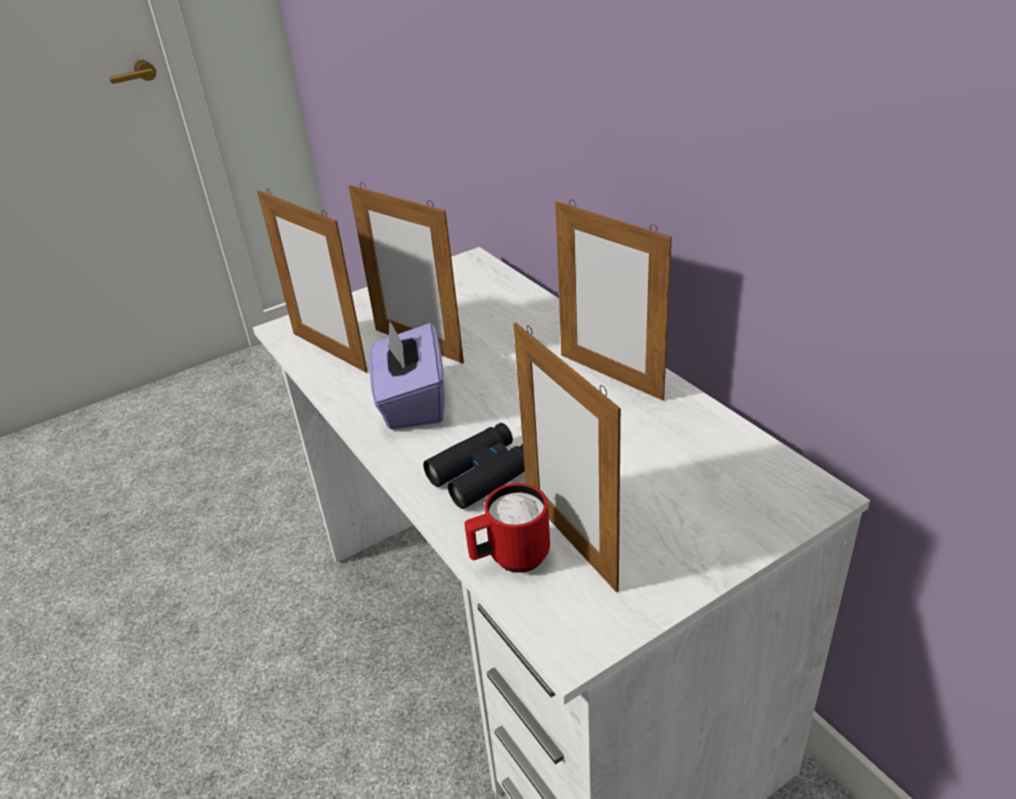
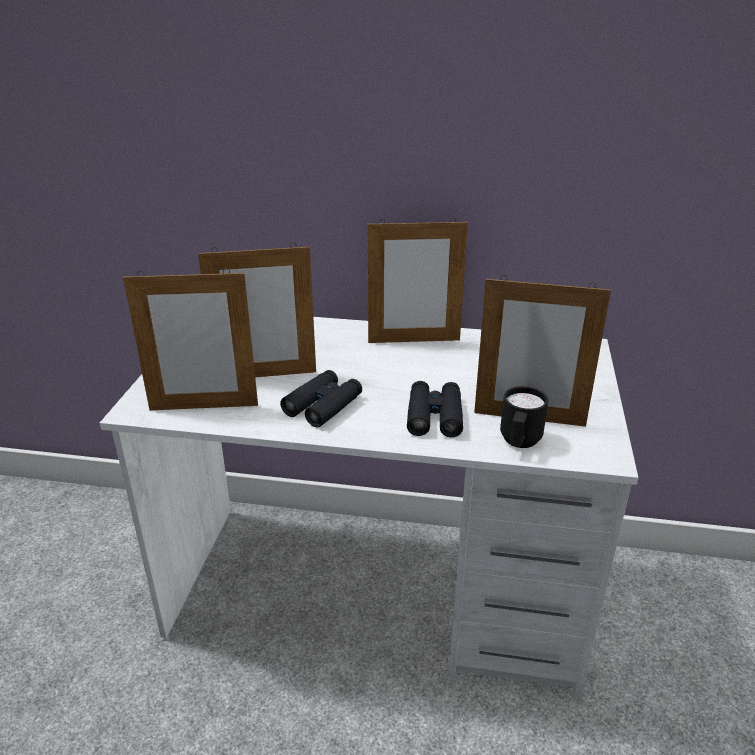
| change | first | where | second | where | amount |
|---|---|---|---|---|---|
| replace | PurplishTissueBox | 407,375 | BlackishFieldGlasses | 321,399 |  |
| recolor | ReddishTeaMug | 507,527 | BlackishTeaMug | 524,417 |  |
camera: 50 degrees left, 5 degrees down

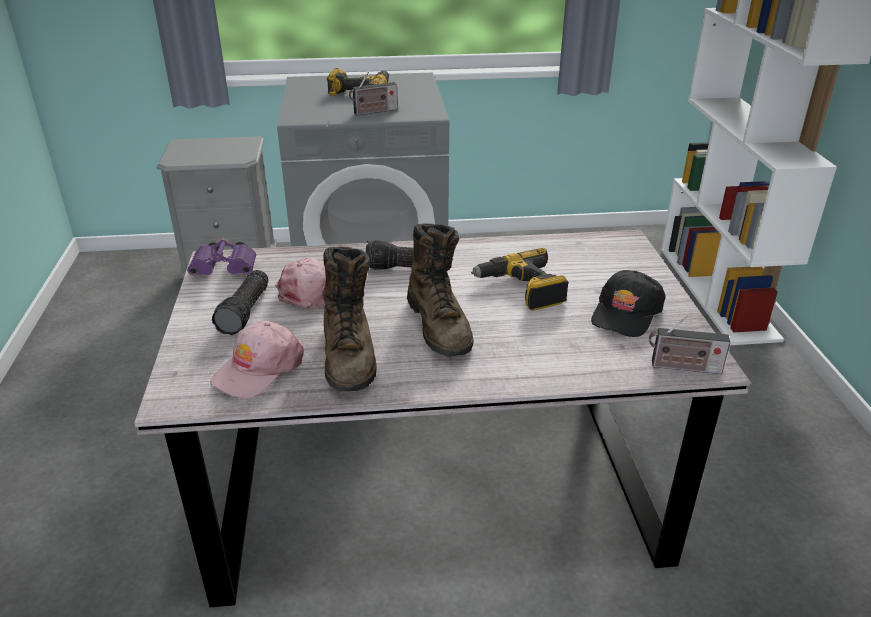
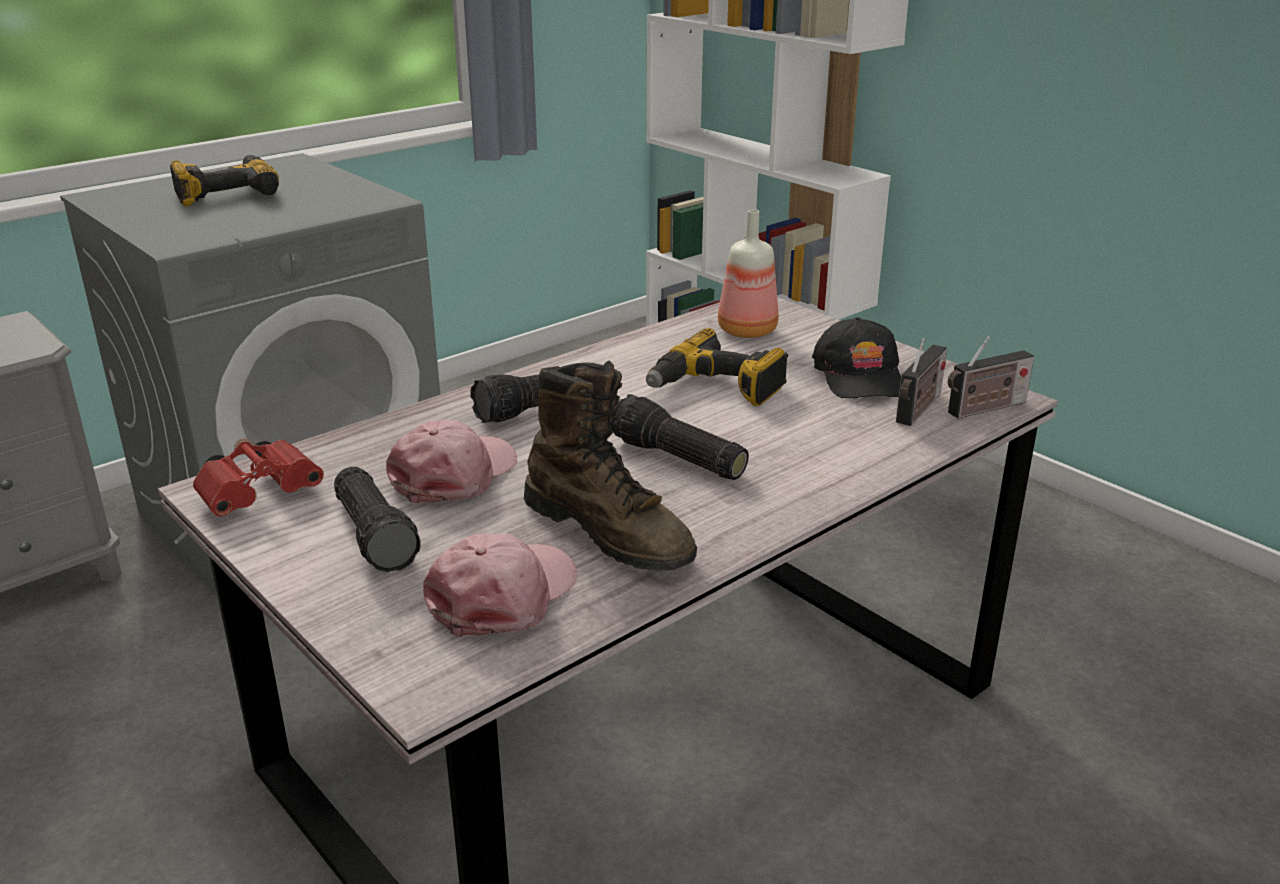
| change | first | where | second | where | amount |
|---|---|---|---|---|---|
| recolor | PurplishFieldGlasses | 221,257 | ReddishFieldGlasses | 258,477 |  |
| rotate | PinkColouredPeakedCap | 257,360 |  | 500,585 | 150 degrees counterclockwise |
| move | Radio | 373,93 |  | 921,382 |  |
| replace | BrownColouredTallBoot | 440,290 | Flashlight | 680,437 |  |
| insert |  |  | DrinkBottle | 748,273 |  |
camera: 35 degrees left, 5 degrees down

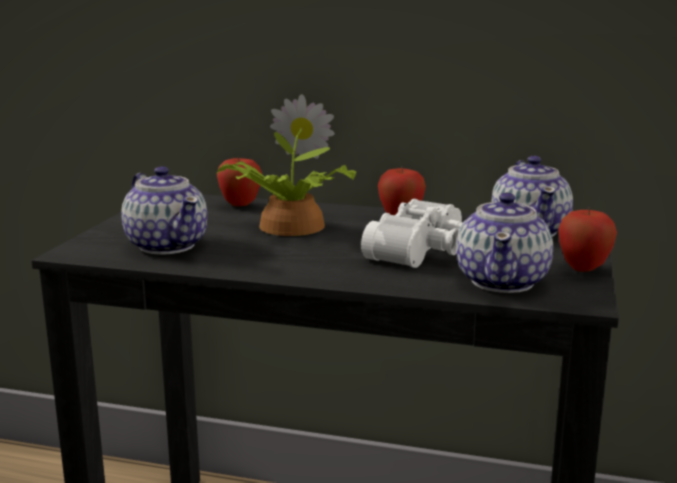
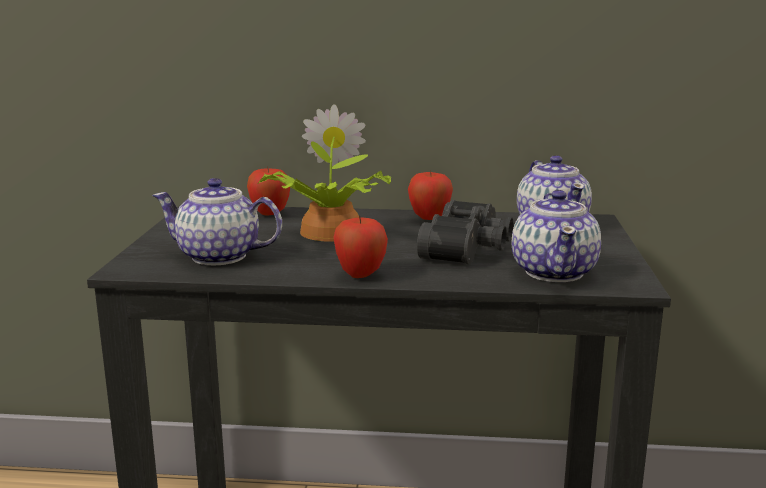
| change | first | where | second | where | amount |
|---|---|---|---|---|---|
| rotate | TeaPot | 164,210 |  | 217,221 | 150 degrees clockwise |
| recolor | WhiteFieldGlasses | 411,233 | BlackishFieldGlasses | 465,232 |  |
| move | Apple | 587,239 |  | 360,247 |  |
camera: 10 degrees left, 0 degrees up

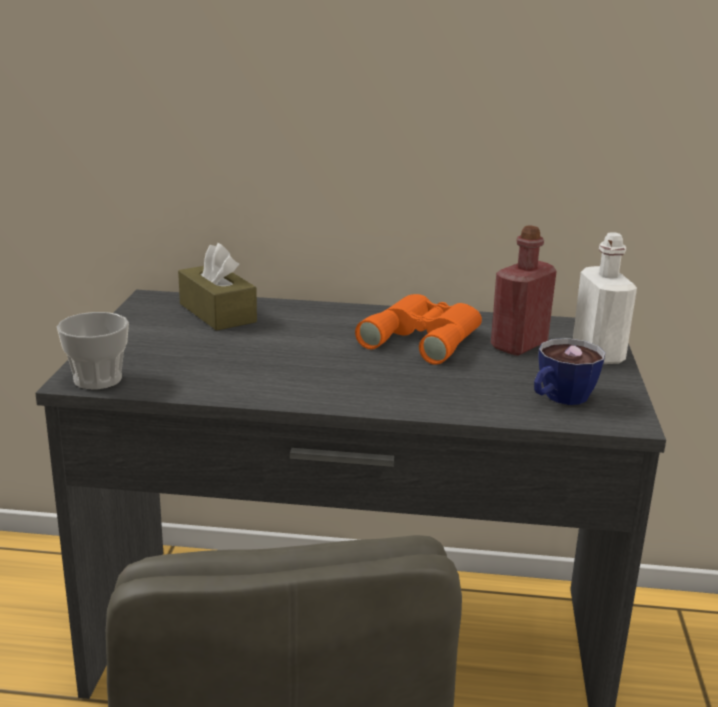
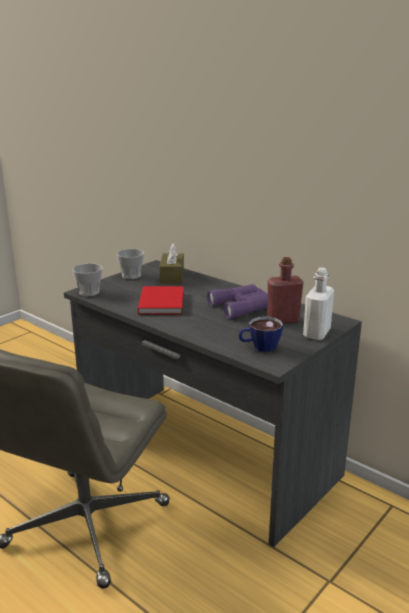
| change | first | where | second | where | amount |
|---|---|---|---|---|---|
| recolor | OrangeyFieldGlasses | 418,329 | PurplishFieldGlasses | 237,301 |  |
| insert |  |  | SmallCup | 130,264 |  |
| insert |  |  | ReddishBook | 161,300 |  |
camera: 35 degrees right, 0 degrees up

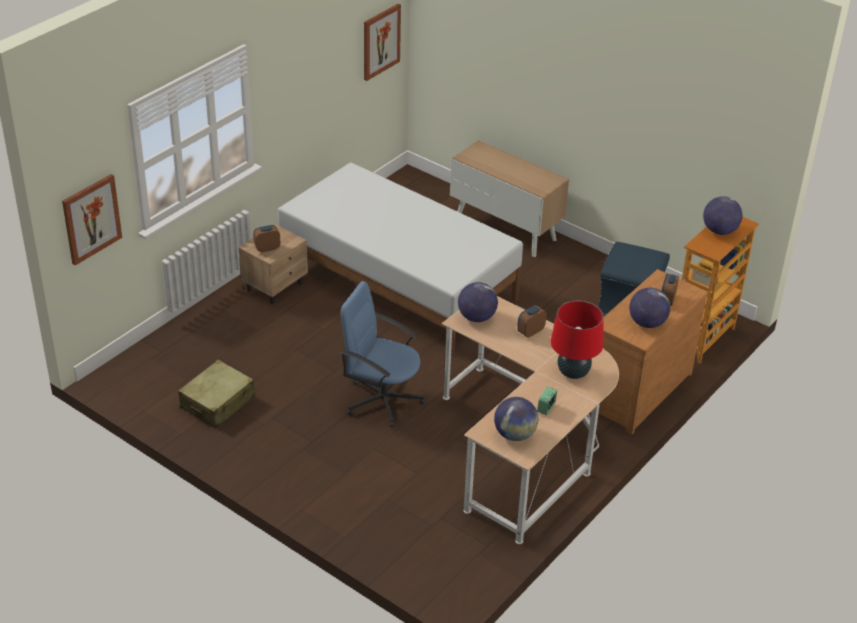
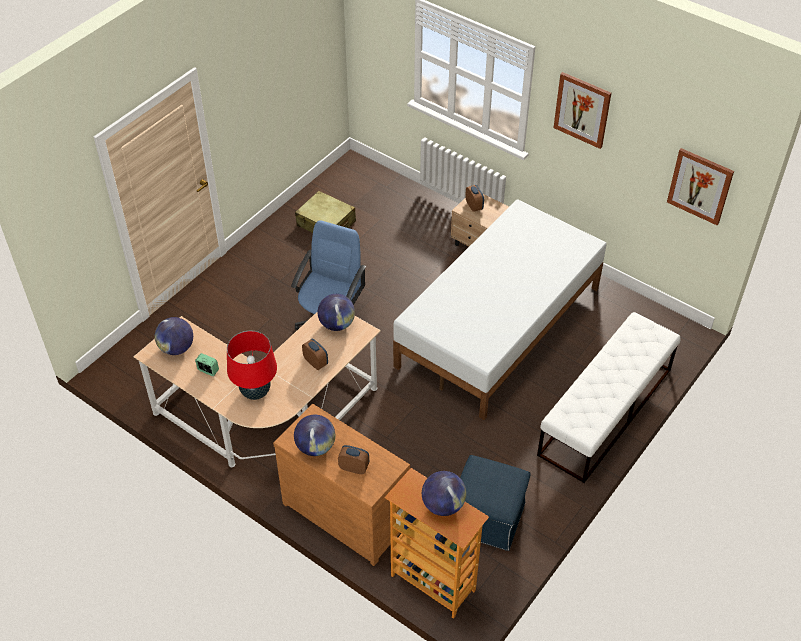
| change | first | where | second | where | amount |
|---|---|---|---|---|---|
| move | WallArt | 92,219 |  | 583,110 |  |
| replace | StorageCabinet | 509,198 | WhiteIndoorBench | 608,397 |  |
camera: 90 degrees right, 10 degrees up

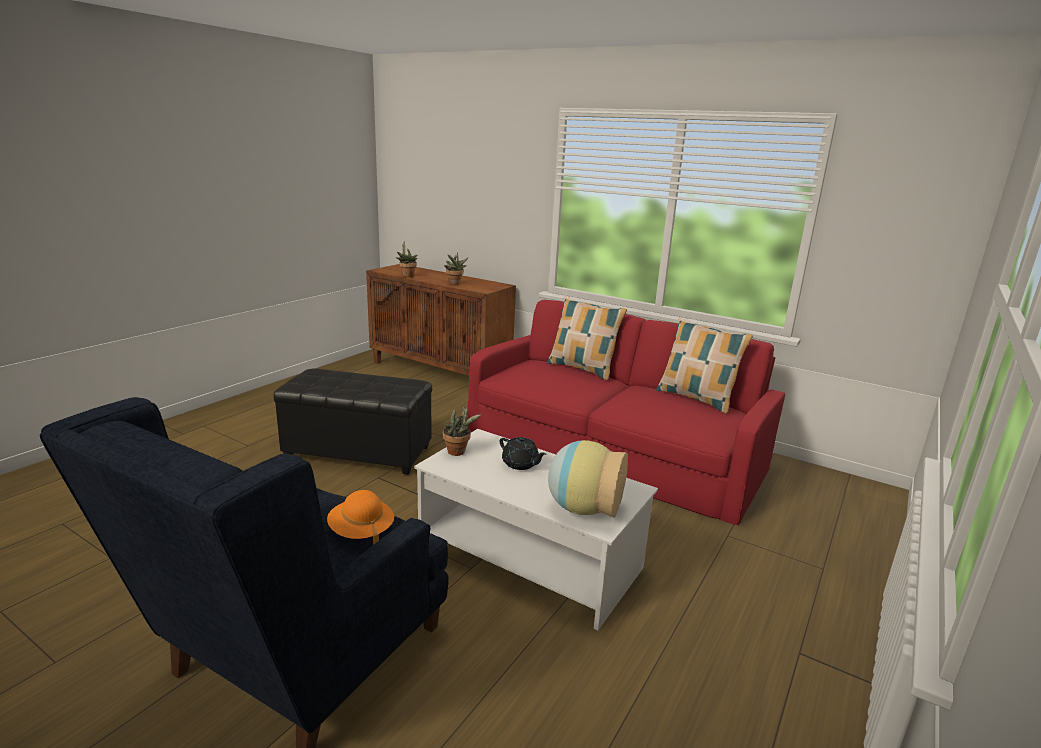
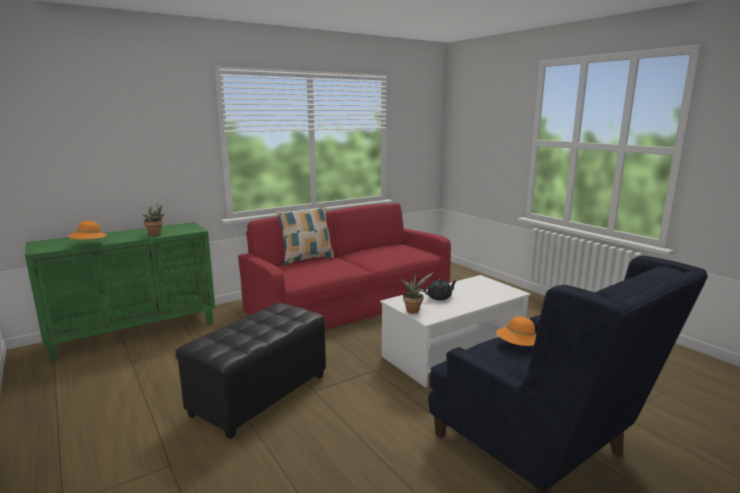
| change | first | where | second | where | amount |
|---|---|---|---|---|---|
| recolor | BrownColouredStorageCabinet | 441,320 | GreenColouredStorageCabinet | 120,291 |  |
| replace | PlantInAPot | 406,259 | OrangeyHat | 88,230 |  |
| delete | FlowerVase | 588,479 |  |  |  |
| delete | ThrowPillow | 704,365 |  |  |  |
camera: 65 degrees left, 5 degrees down

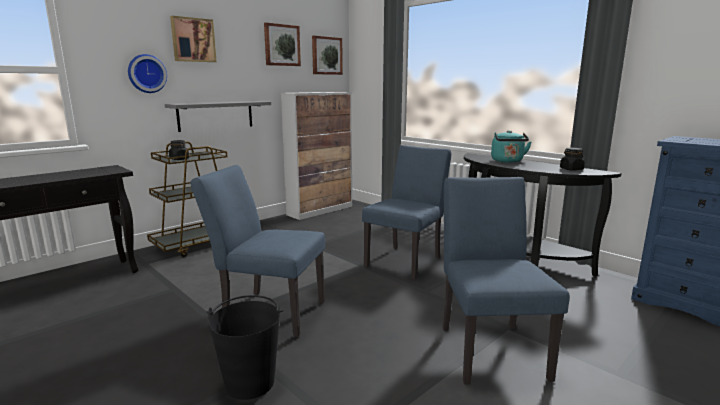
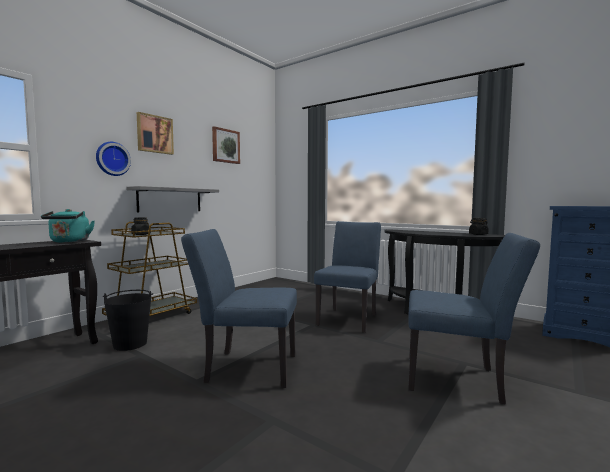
| change | first | where | second | where | amount |
|---|---|---|---|---|---|
| move | BlackishBucket | 245,347 |  | 128,320 |  |
| delete | StorageCabinet | 316,156 |  |  |  |
| delete | WallArt | 327,55 |  |  |  |
| rotate | BluePlainChair | 505,281 |  | 474,318 | 120 degrees clockwise |
| move | TurquoiseKettle | 511,146 |  | 68,226 |  |
camera: 10 degrees left, 10 degrees down

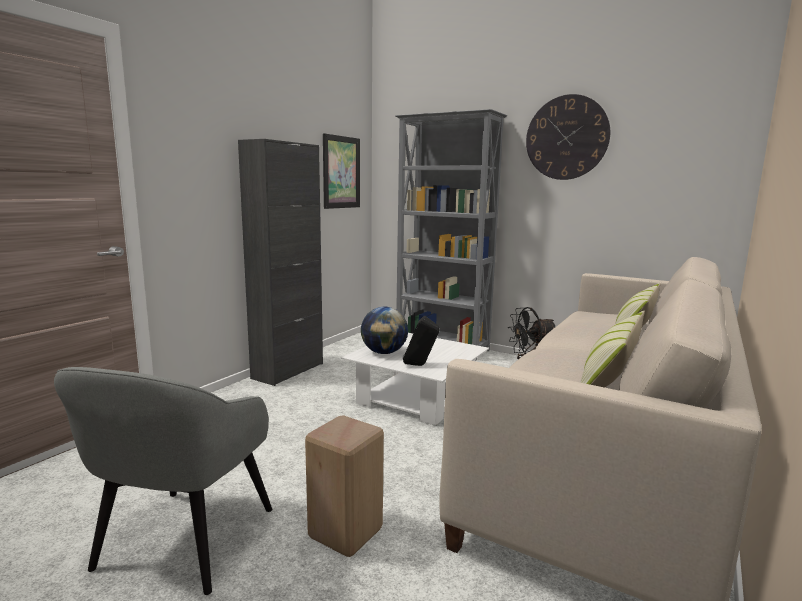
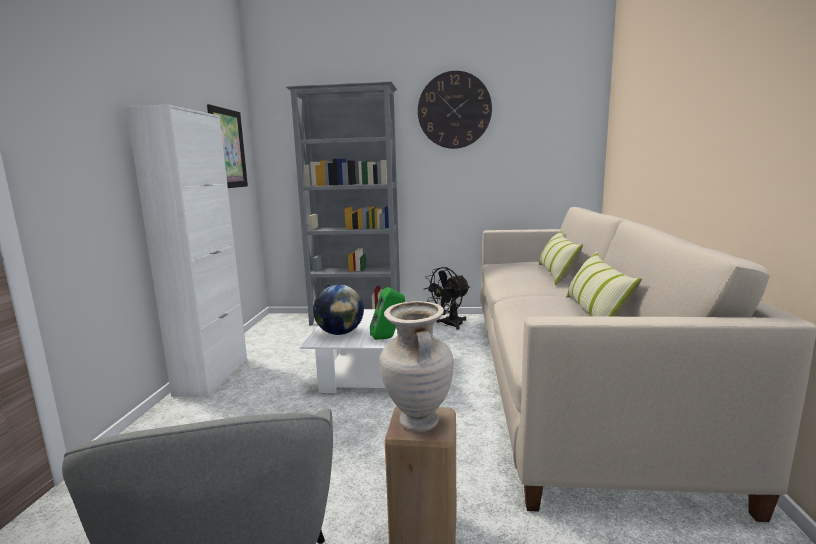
| change | first | where | second | where | amount |
|---|---|---|---|---|---|
| recolor | BlackishStorageCabinet | 280,262 | WhiteStorageCabinet | 186,251 |  |
| recolor | BlackishLoudspeaker | 421,341 | GreenColouredLoudspeaker | 387,313 |  |
| insert |  |  | BeigeColouredFlowerVase | 416,366 |  |
camera: 25 degrees left, 0 degrees up

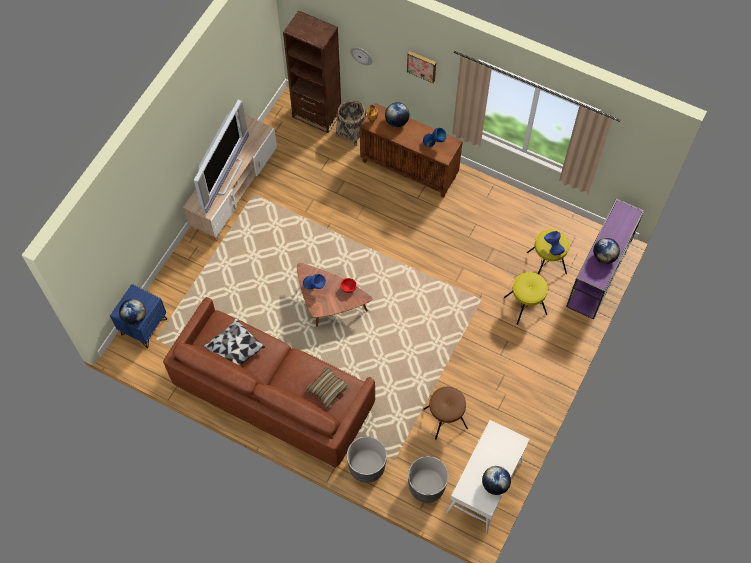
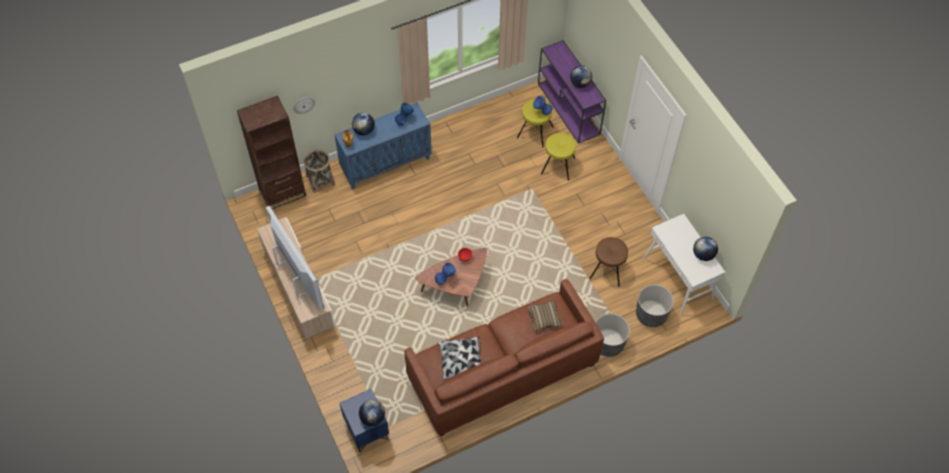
| change | first | where | second | where | amount |
|---|---|---|---|---|---|
| recolor | BrownColouredStorageCabinet | 411,150 | BlueStorageCabinet | 383,146 |  |
| delete | WallArt | 421,67 |  |  |  |
camera: 55 degrees left, 5 degrees down

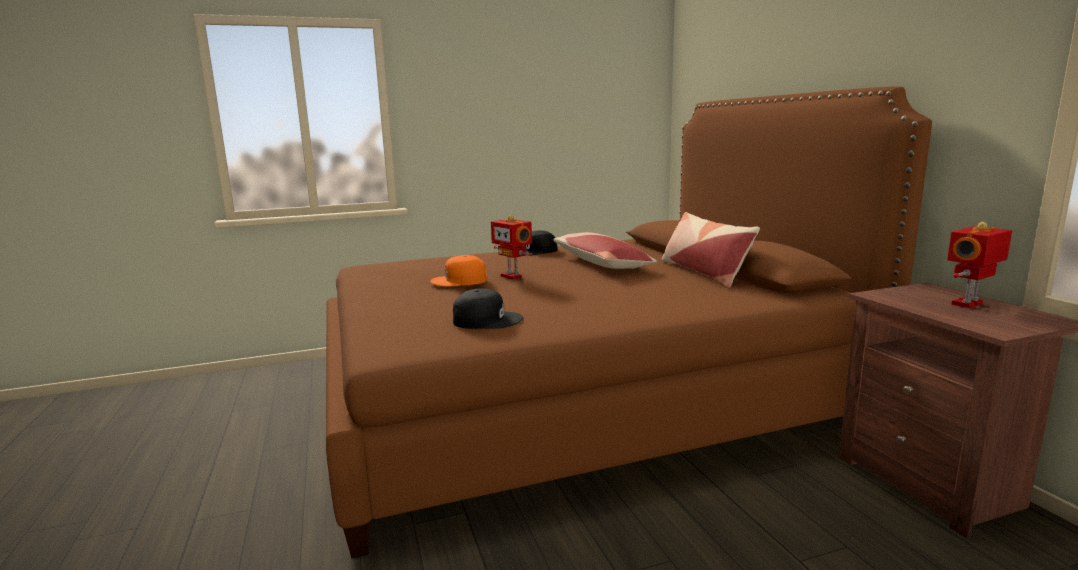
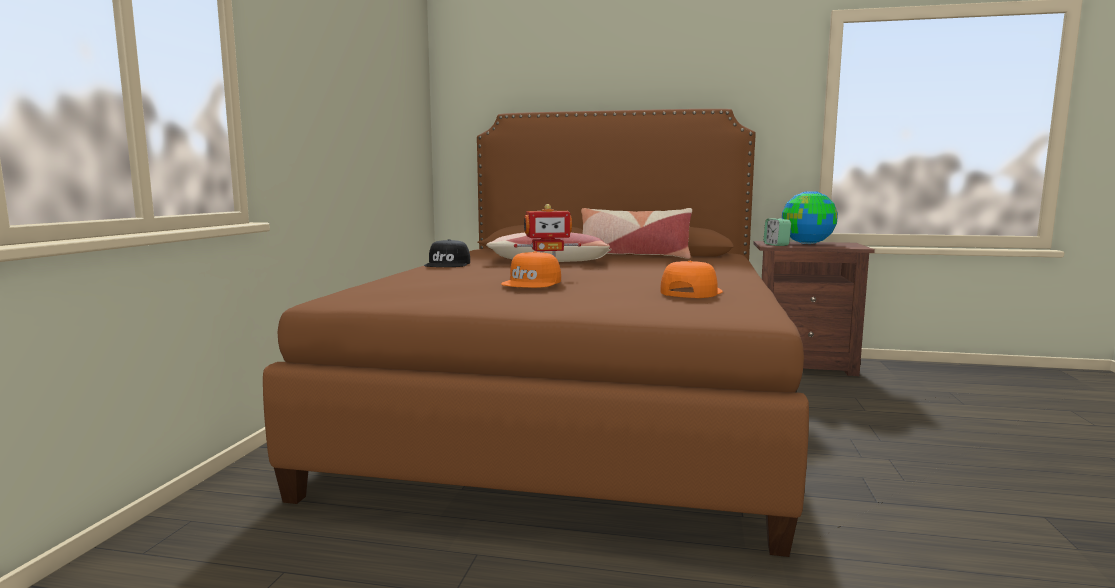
| change | first | where | second | where | amount |
|---|---|---|---|---|---|
| recolor | BlackishPeakedCap | 488,309 | OrangeyPeakedCap | 691,279 |  |
| replace | ModelRobot | 979,265 | Globe | 810,217 |  |
| insert |  |  | TableClock | 777,232 |  |
camera: 60 degrees left, 5 degrees down

